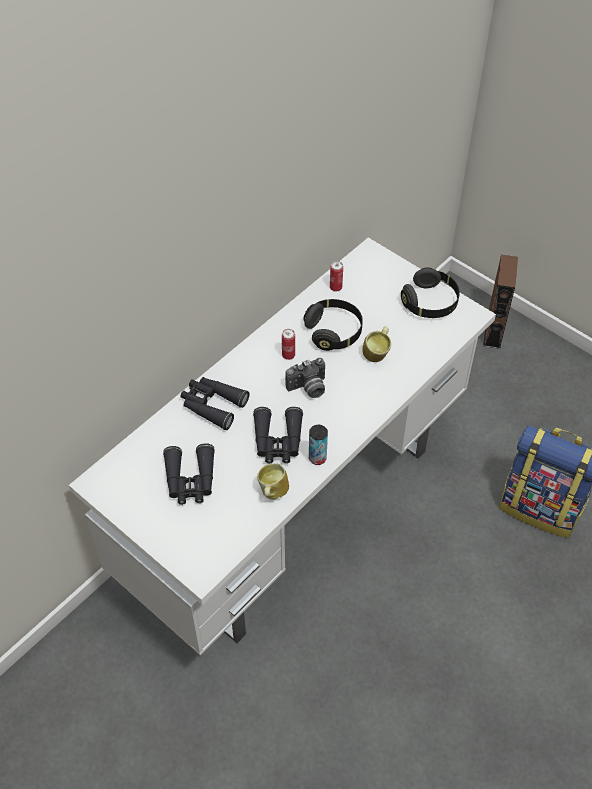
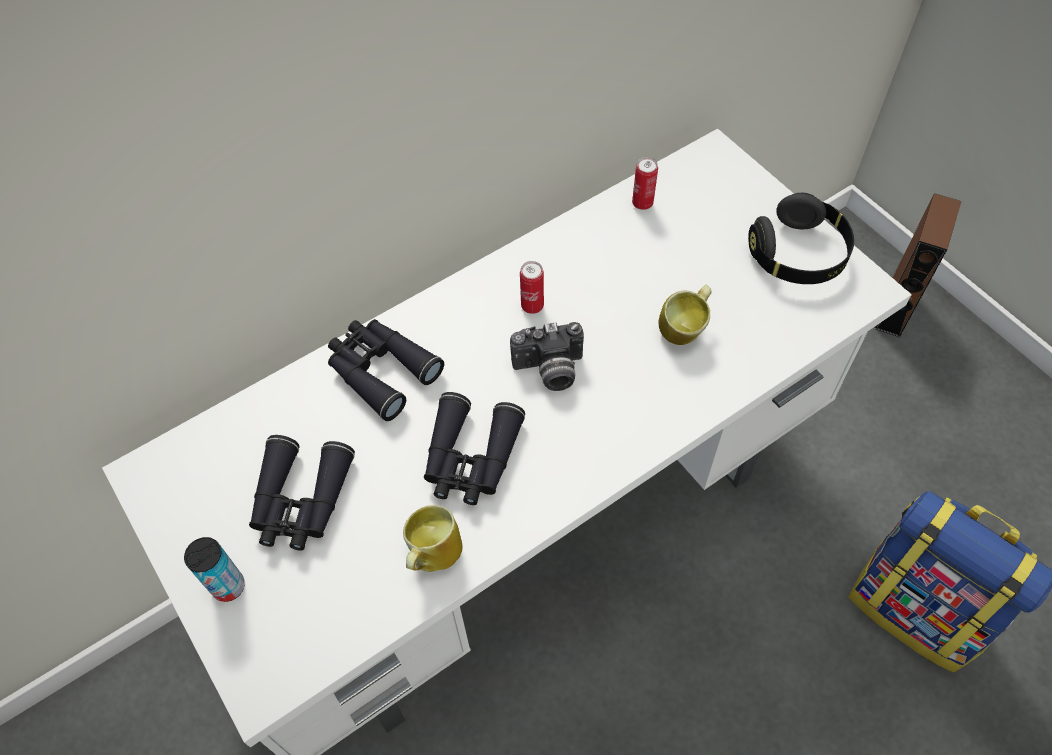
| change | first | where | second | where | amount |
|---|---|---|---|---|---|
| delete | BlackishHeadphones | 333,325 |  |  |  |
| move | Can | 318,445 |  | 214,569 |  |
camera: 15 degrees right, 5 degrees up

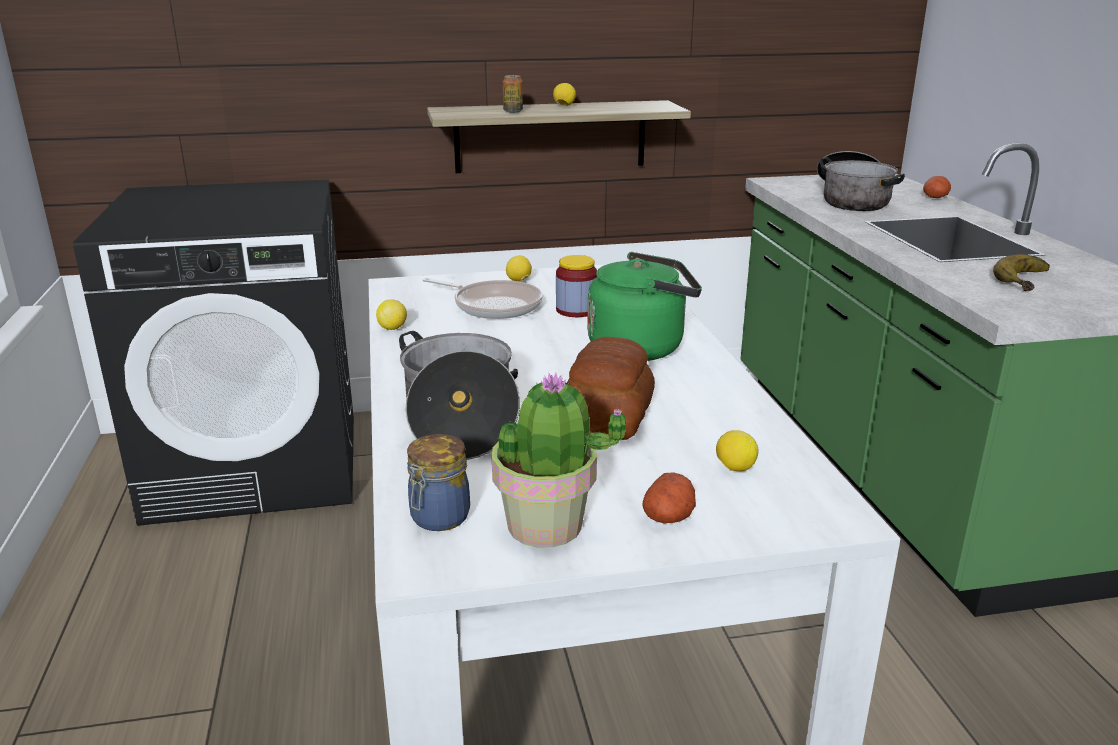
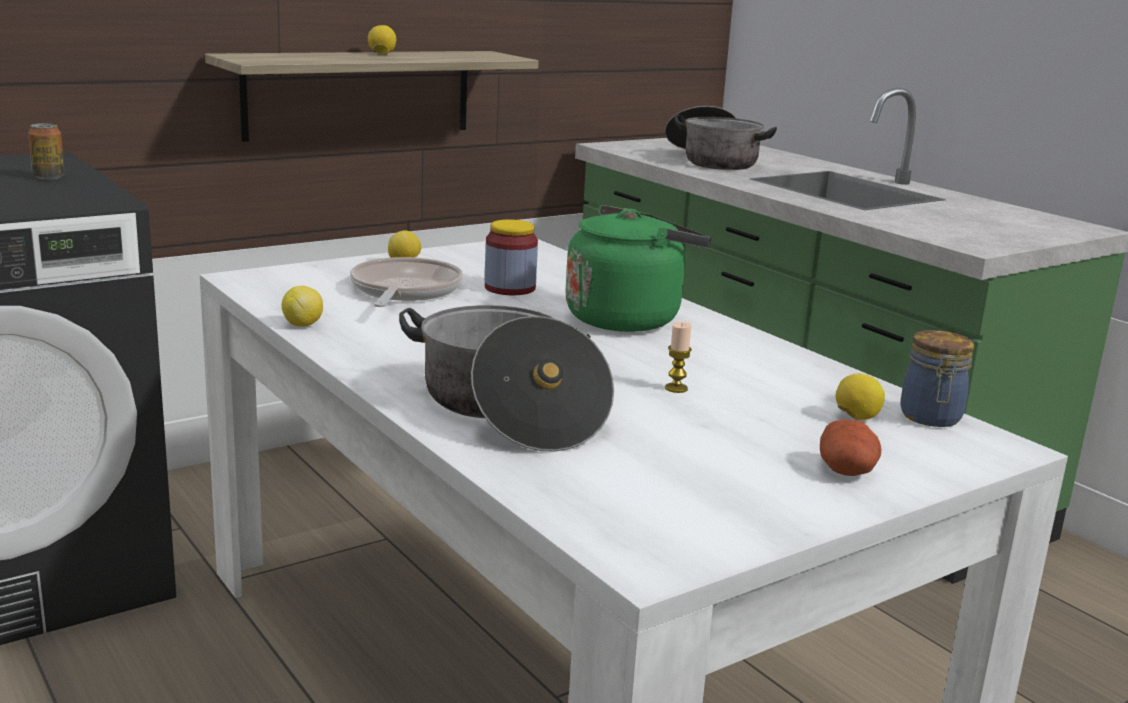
| change | first | where | second | where | amount |
|---|---|---|---|---|---|
| move | PreserveJar | 438,482 |  | 937,378 |  |
| rotate | FryingPan | 482,298 |  | 406,282 | 90 degrees counterclockwise |
| delete | PlantInAPot | 559,460 |  |  |  |
| move | Can | 513,94 |  | 46,151 |  |
| replace | BakedBread | 611,388 | Candle | 678,357 |  |
| delete | Potato | 937,187 |  |  |  |
| delete | WholeBanana | 1021,272 |  |  |  |
camera: 25 degrees left, 5 degrees down

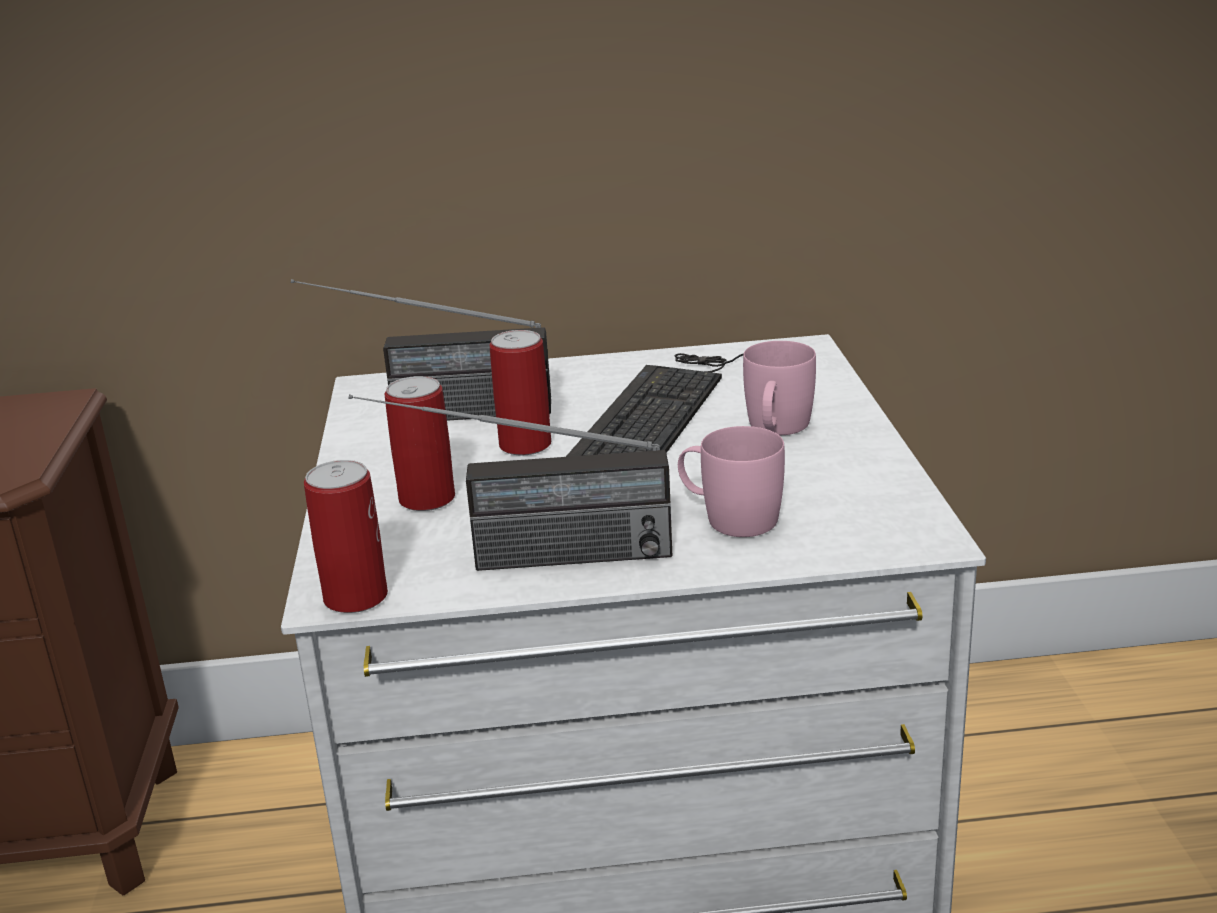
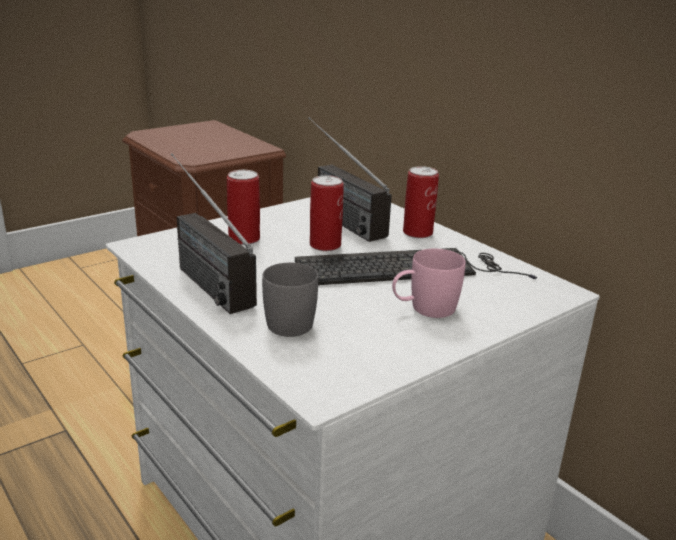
| change | first | where | second | where | amount |
|---|---|---|---|---|---|
| move | Can | 346,536 |  | 421,202 |  |
| recolor | PinkColouredTeaMug | 731,481 | GreyishTeaMug | 290,300 |  |
camera: 55 degrees right, 0 degrees up

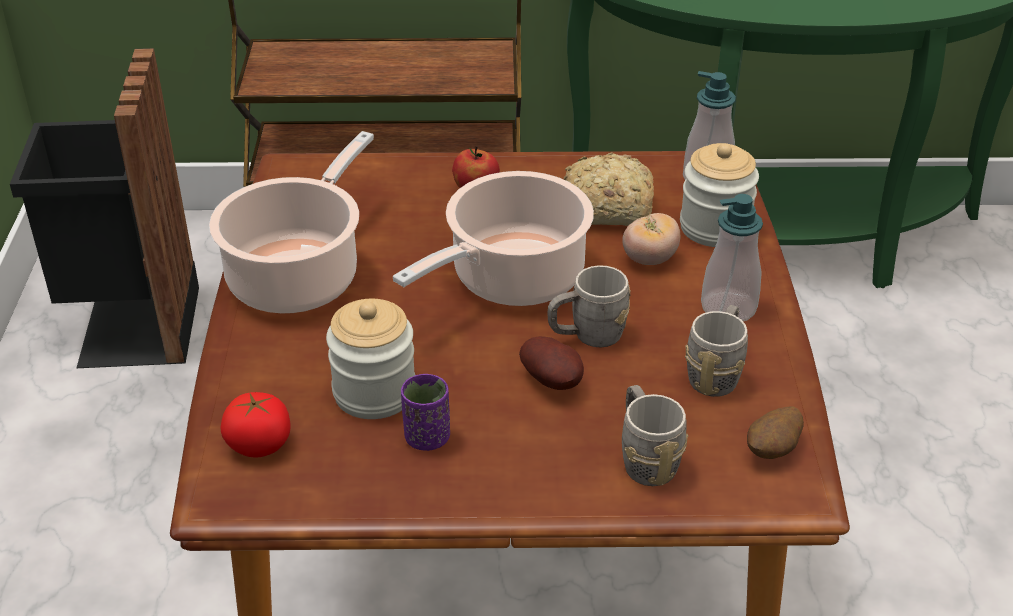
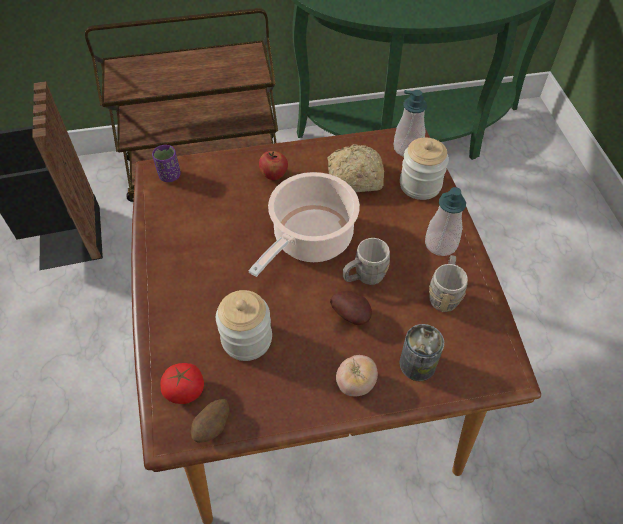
| change | first | where | second | where | amount |
|---|---|---|---|---|---|
| delete | Stockpot | 291,222 |  |  |  |
| move | PurplishSmallCup | 425,412 |  | 166,163 |  |
| move | WholeTomato | 651,239 |  | 357,376 |  |
| replace | GreyishTeaMug | 655,435 | Can | 421,352 |  |
| move | Potato | 775,433 |  | 210,421 |  |
camera: 10 degrees left, 15 degrees up

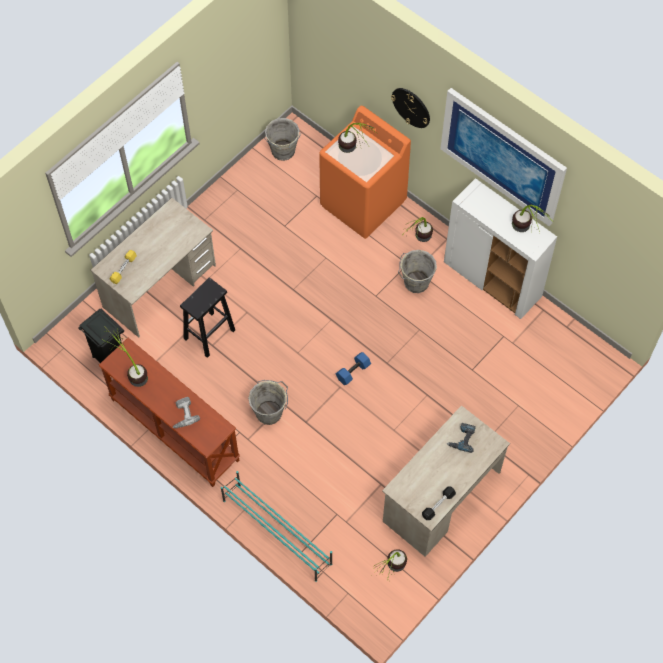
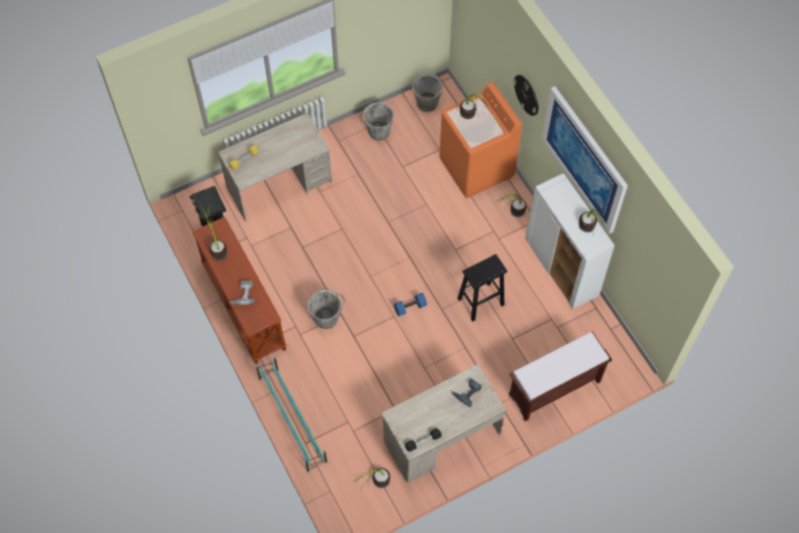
| change | first | where | second | where | amount |
|---|---|---|---|---|---|
| move | BlackishSittingStool | 207,317 |  | 482,288 |  |
| move | GreyishBucket | 417,271 |  | 376,121 |  |
| insert |  |  | BrownColouredIndoorBench | 560,376 |  |
camera: 20 degrees right, 0 degrees up

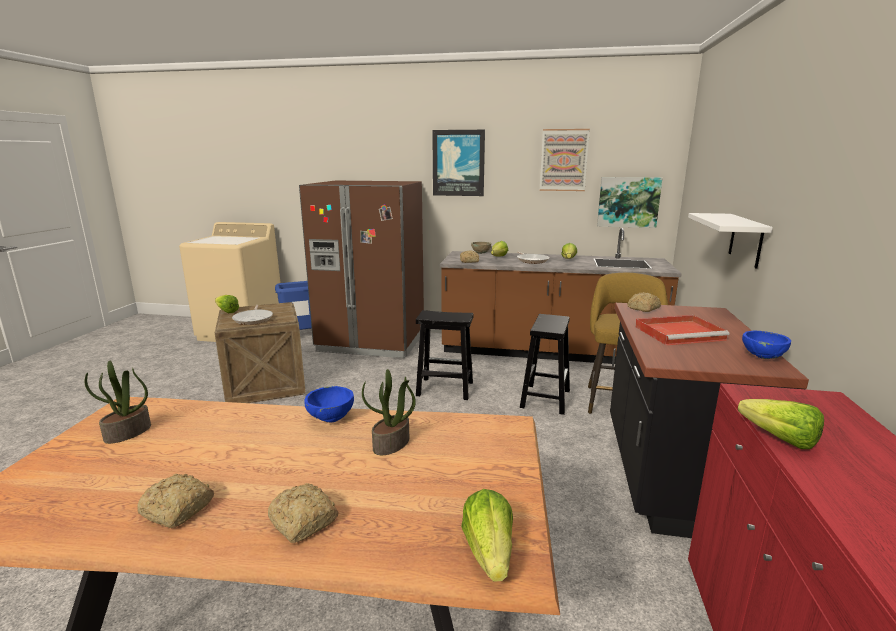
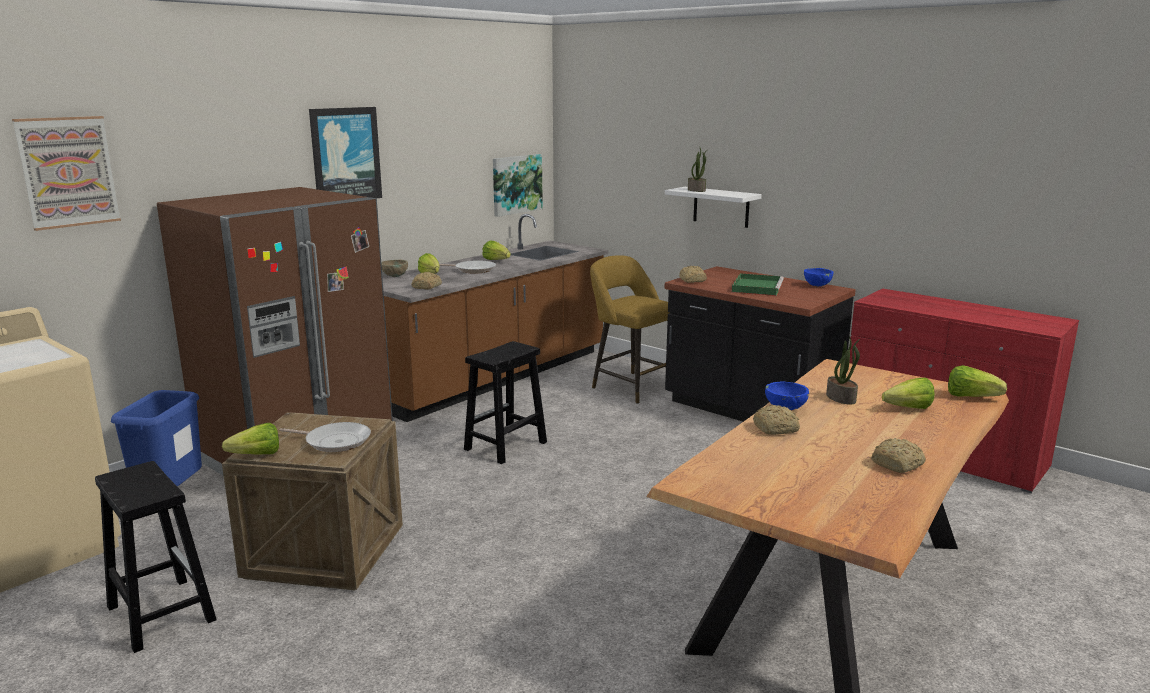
| change | first | where | second | where | amount |
|---|---|---|---|---|---|
| move | PlantInAPot | 118,402 |  | 697,170 |  |
| move | BakedBread | 303,513 |  | 776,420 |  |
| move | BlackishSittingStool | 545,364 |  | 156,557 |  |
| move | WallArt | 565,160 |  | 66,173 |  |
| recolor | ReddishCarryingTray | 682,330 | GreenColouredCarryingTray | 758,284 |  |
| move | HeadOfLettuce | 781,424 |  | 908,393 |  |
camera: 60 degrees left, 0 degrees up

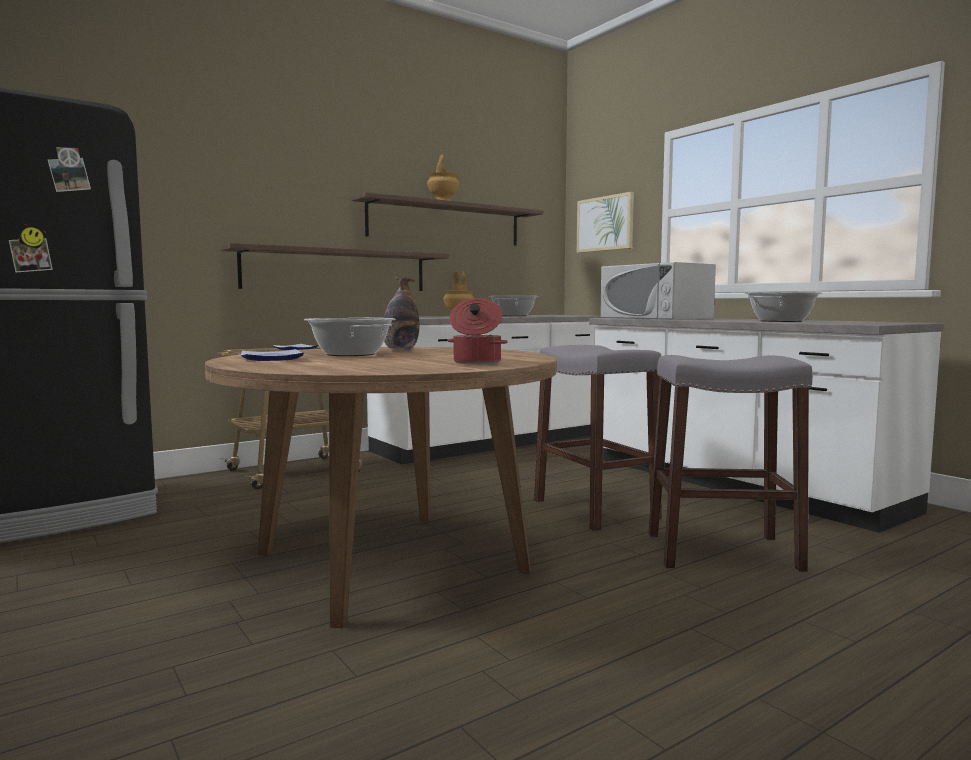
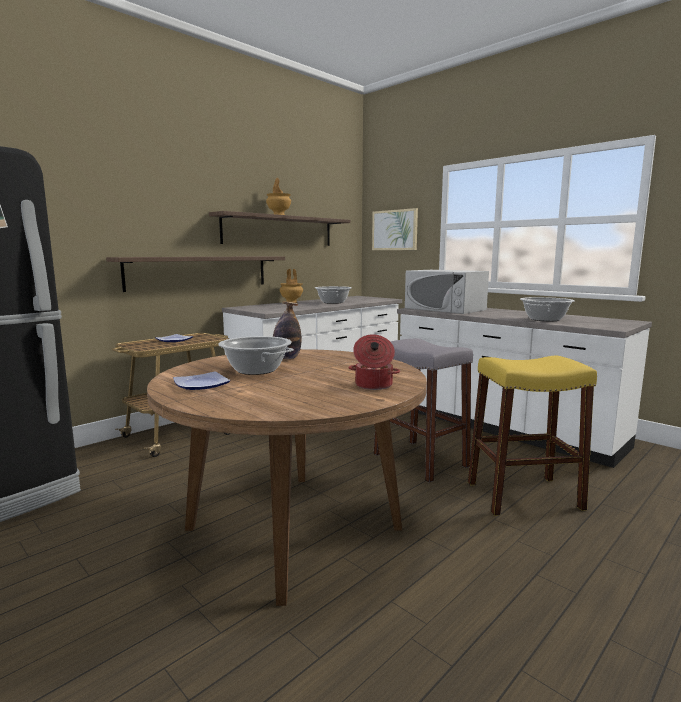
| change | first | where | second | where | amount |
|---|---|---|---|---|---|
| recolor | GreyishSittingStool | 730,463 | YellowColouredSittingStool | 532,436 |  |
camera: 10 degrees left, 5 degrees up

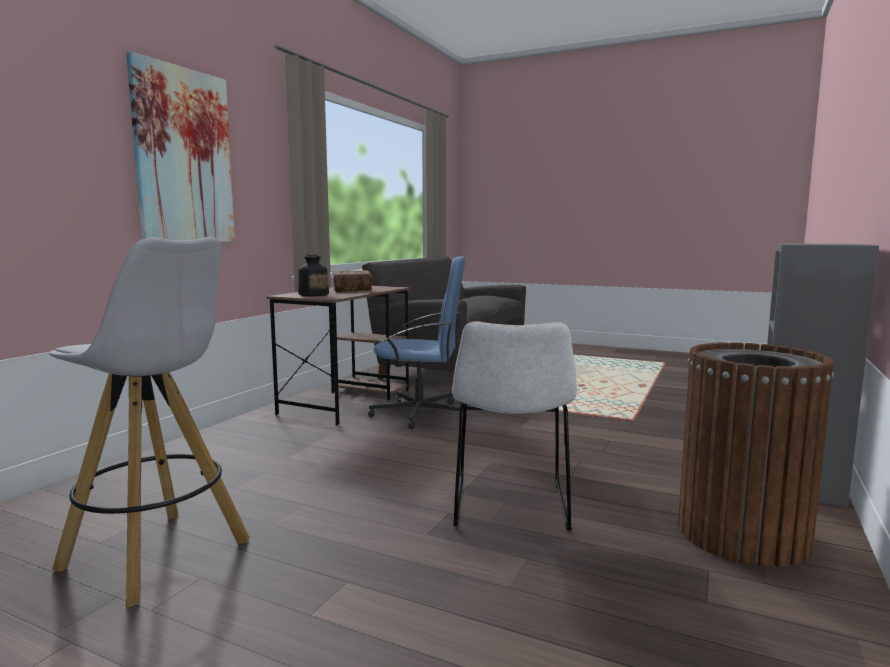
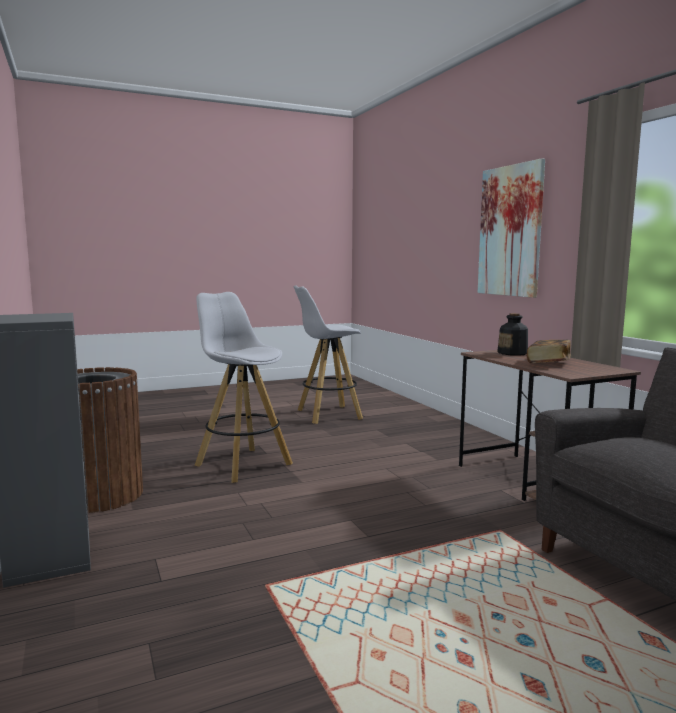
| change | first | where | second | where | amount |
|---|---|---|---|---|---|
| delete | BlueDeskChair | 417,342 |  |  |  |
| replace | WhitePlainChair | 514,425 | WhiteSittingStool | 243,387 |  |
camera: 130 degrees right, 0 degrees up

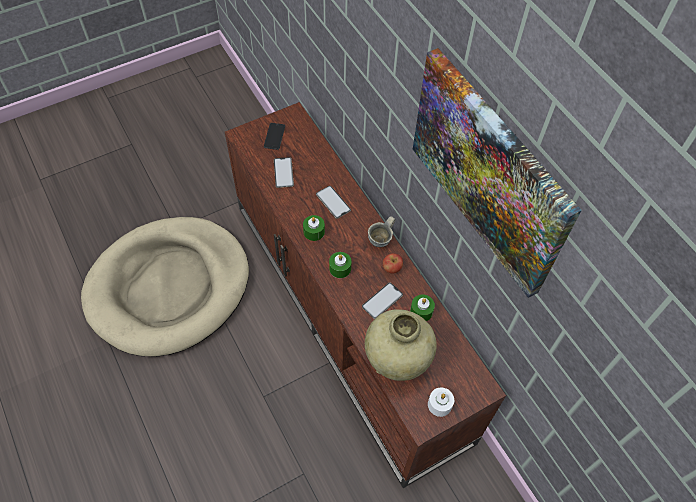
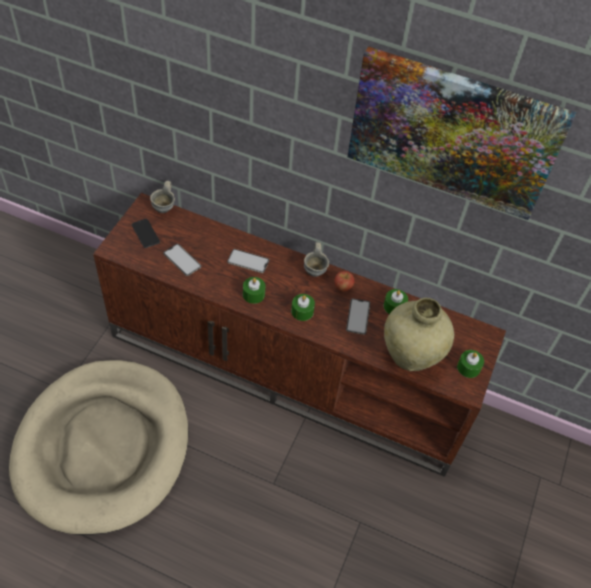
| change | first | where | second | where | amount |
|---|---|---|---|---|---|
| recolor | WhiteCandle | 441,402 | GreenColouredCandle | 470,364 |  |
| insert |  |  | GreyishTeaMug | 162,197 |  |
camera: 40 degrees left, 5 degrees down

